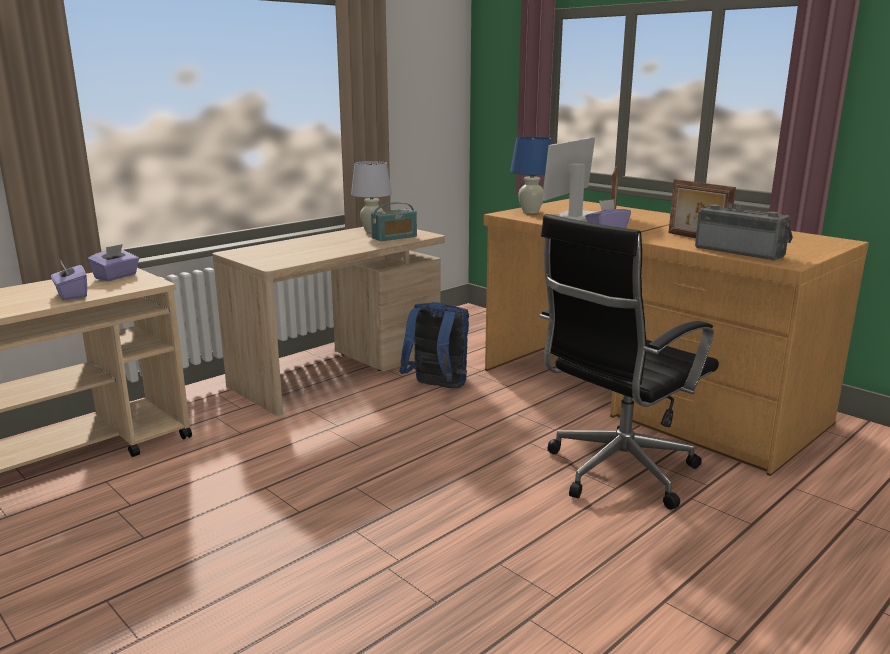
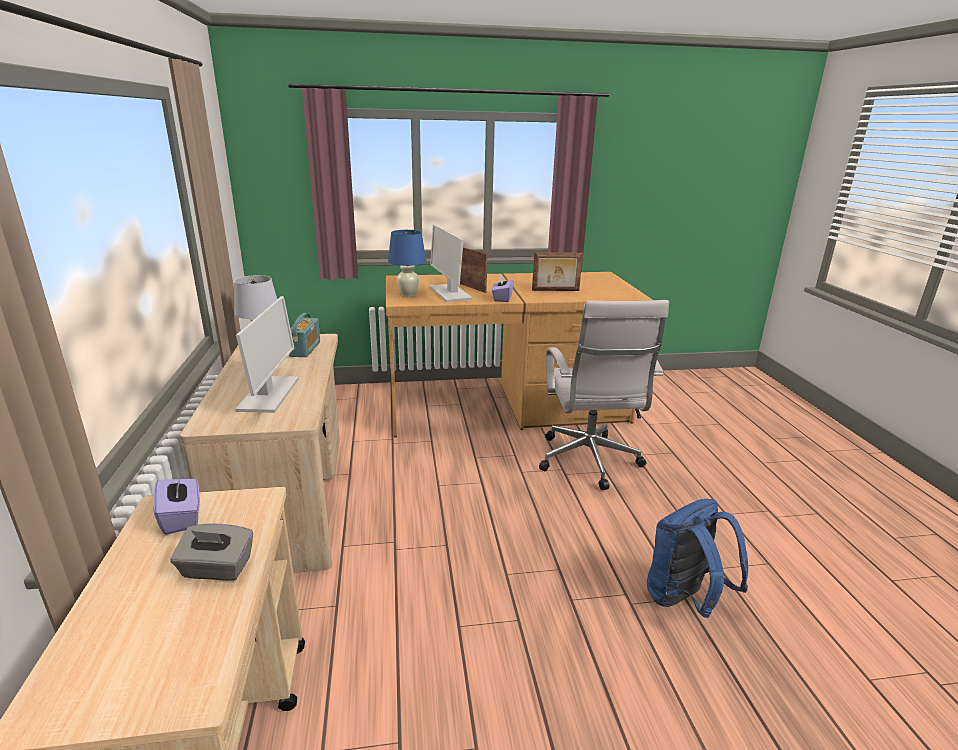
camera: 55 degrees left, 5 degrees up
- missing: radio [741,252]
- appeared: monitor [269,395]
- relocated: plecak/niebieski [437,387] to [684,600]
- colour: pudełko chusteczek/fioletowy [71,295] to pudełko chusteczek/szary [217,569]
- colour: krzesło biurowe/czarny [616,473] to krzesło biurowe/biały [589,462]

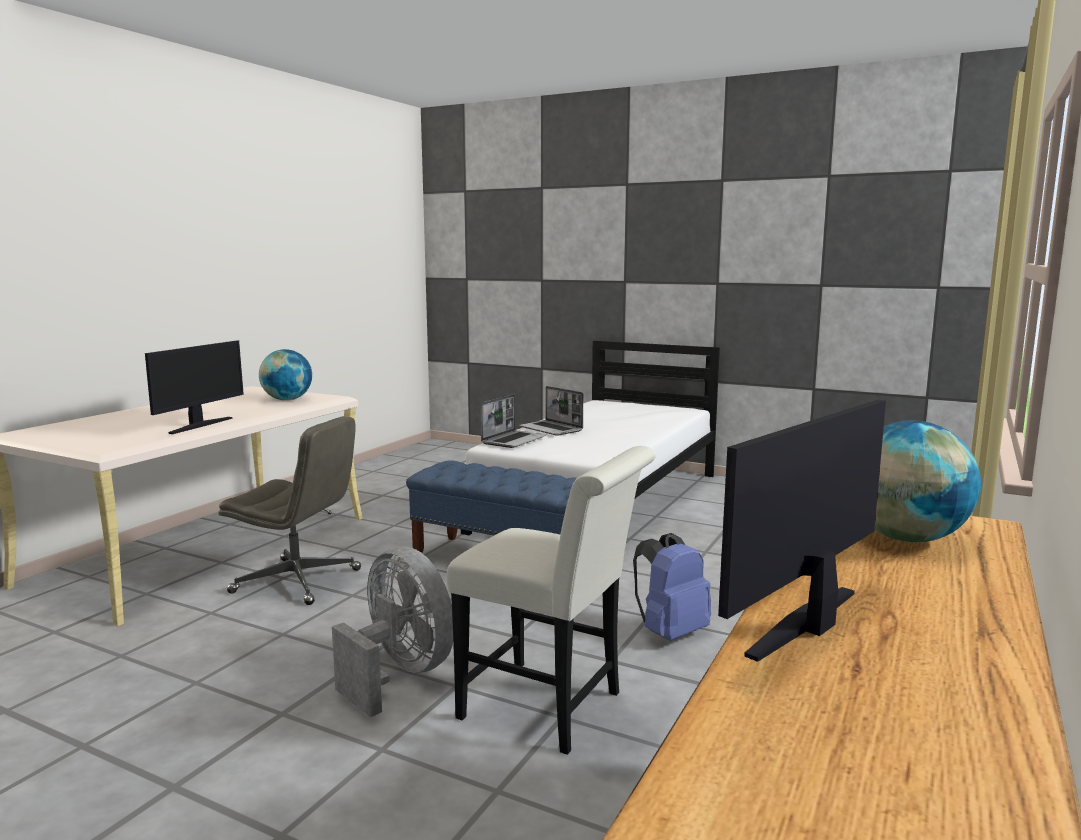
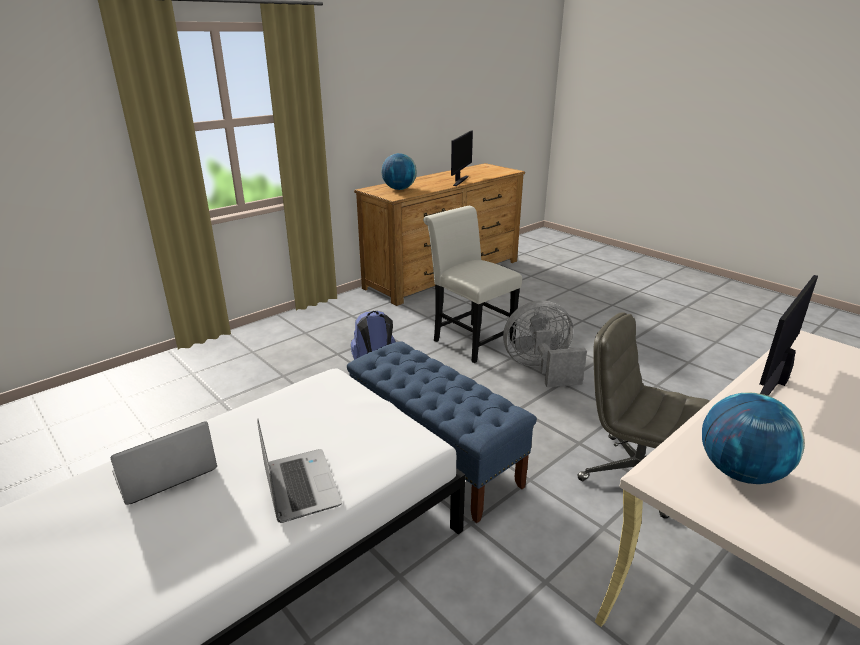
camera: 160 degrees left, 15 degrees up
- relocated: laptop [513,440] to [165,473]
- spun: wentylator/szary [399,674] = [540,369] 105 degrees clockwise
- spun: monitor [810,624] = [459,181] 45 degrees counterclockwise

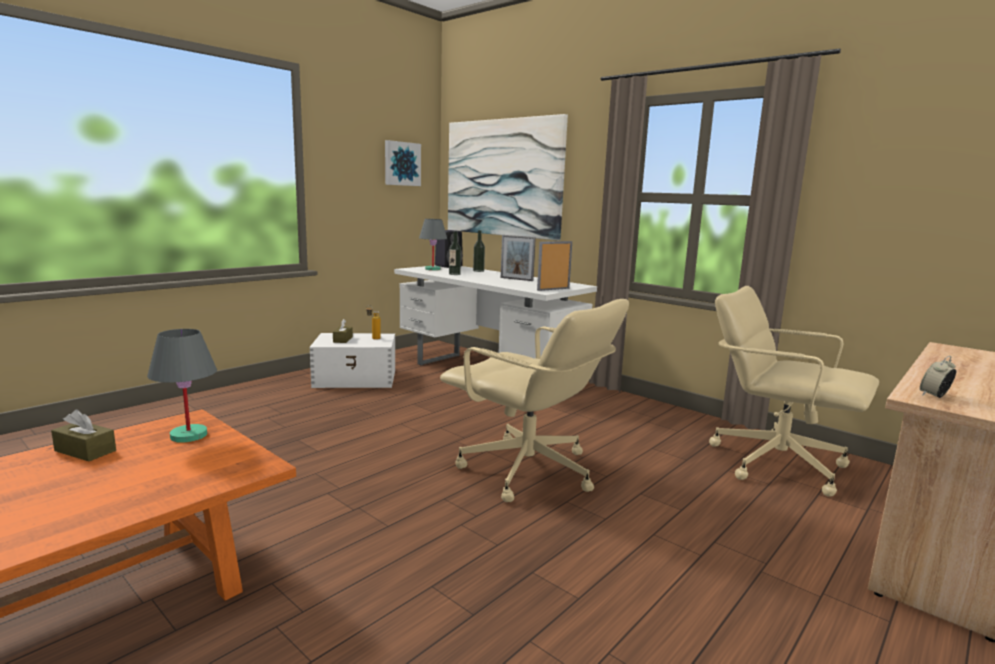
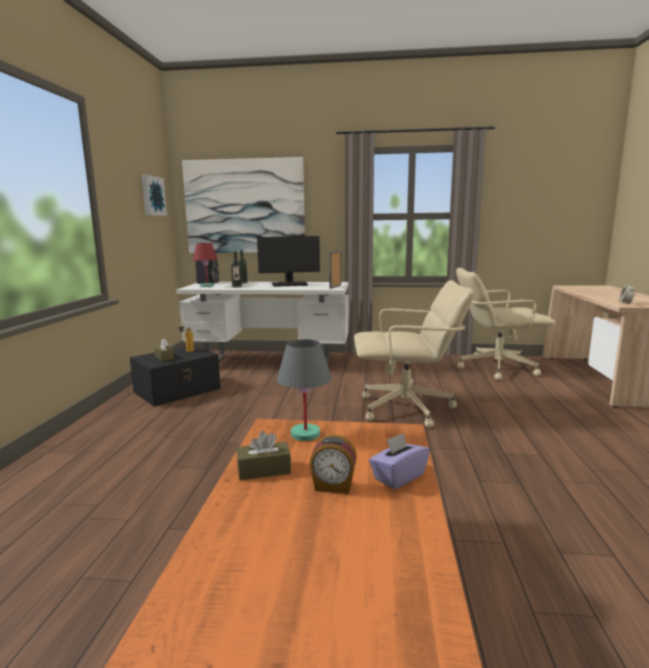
camera: 35 degrees left, 0 degrees up
- appeared: budzik [333,487]
- appeared: pudełko chusteczek/fioletowy [398,477]
- exchanged: ramka na zdjęcie [516,279] to monitor [289,284]
- colour: pojemnik do przechowywania/biały [356,378] to pojemnik do przechowywania/czarny [178,390]
- colour: lampa stołowa/szary [432,269] to lampa stołowa/czerwony [206,286]

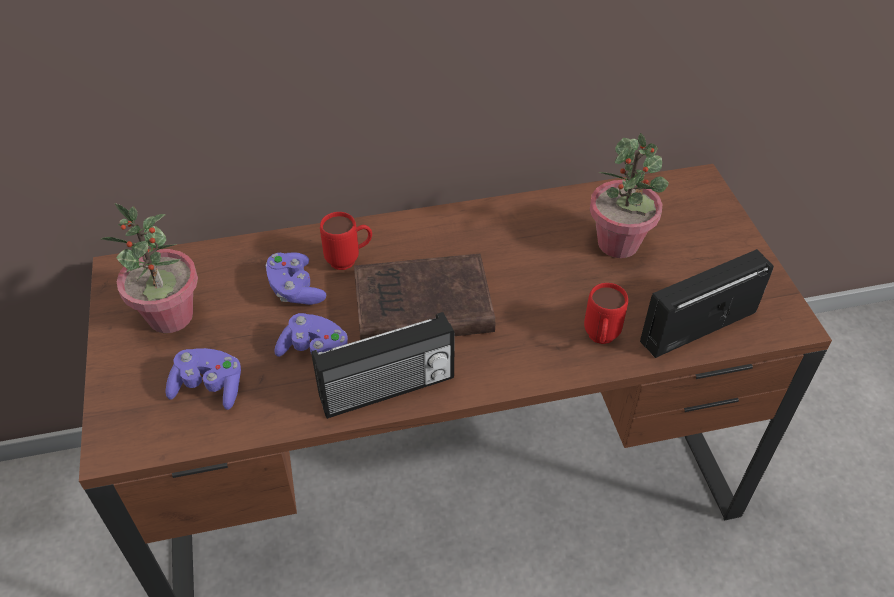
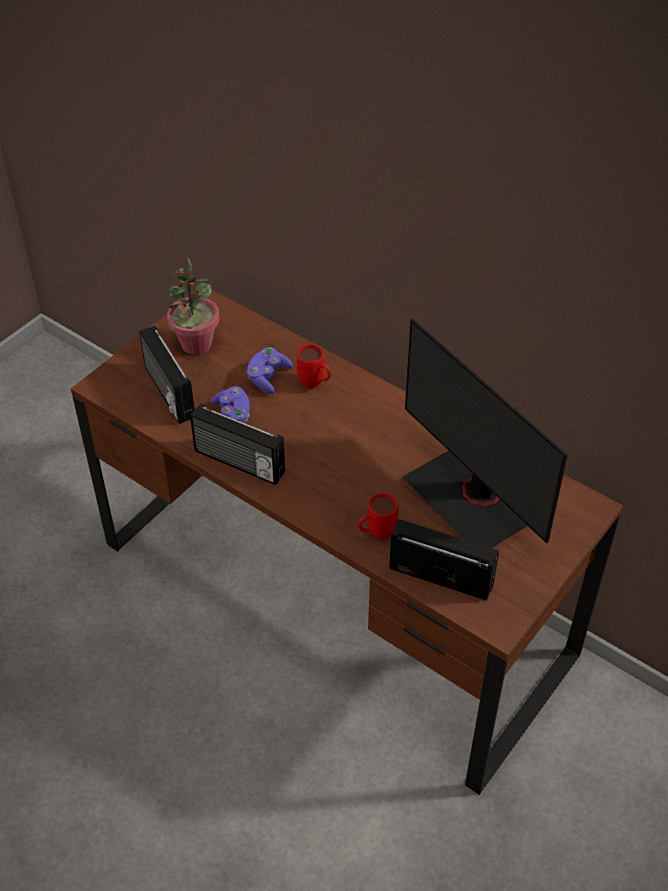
camera: 50 degrees right, 0 degrees up
- missing: książka/brązowy [418,307]
- exchanged: pad do gier/fioletowy [209,387] to radio [167,392]
- exchanged: roślina doniczkowa [618,243] to monitor [474,498]

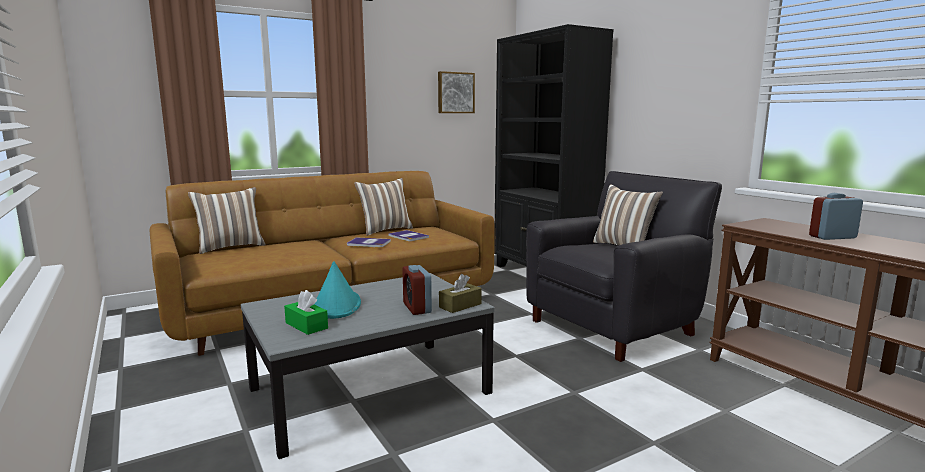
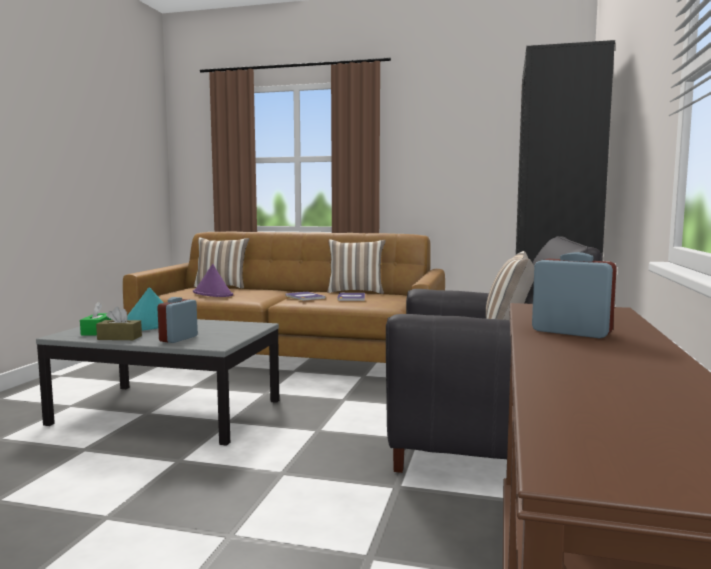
camera: 45 degrees right, 5 degrees down
- missing: obraz [455,93]
- appeared: kapelusz/fioletowy [213,294]
- relocated: pudełko chusteczek/brązowy [460,305] to [119,338]

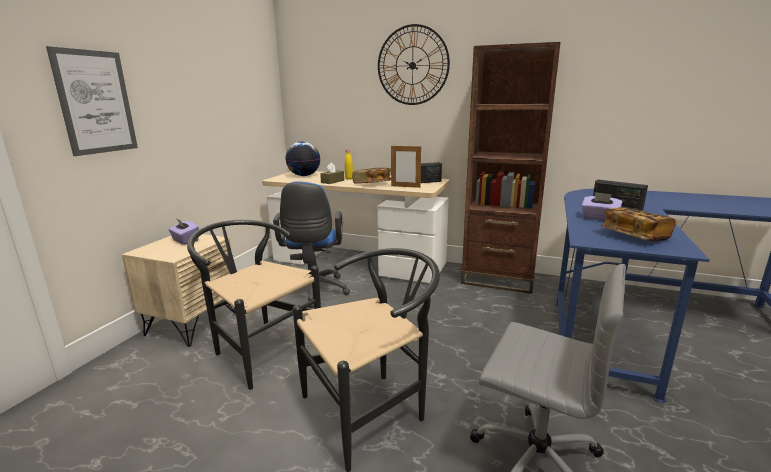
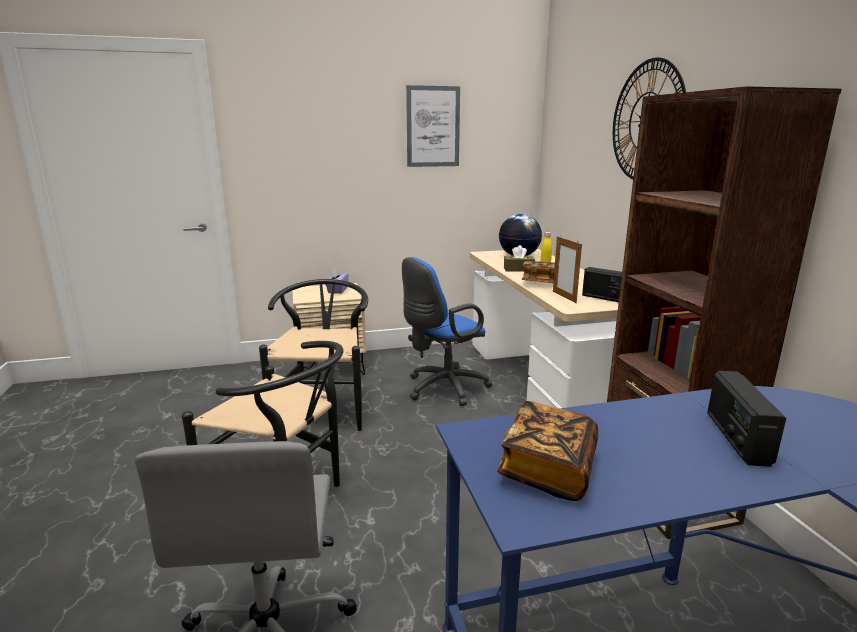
camera: 55 degrees right, 0 degrees up
- missing: pudełko chusteczek/fioletowy [599,218]
- relocated: obraz [96,102] to [433,127]

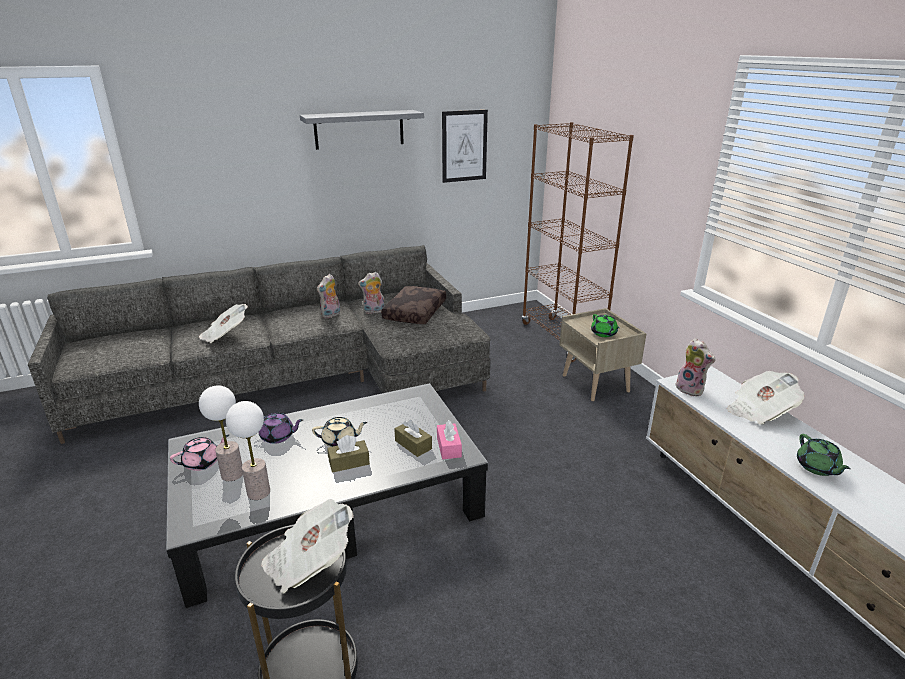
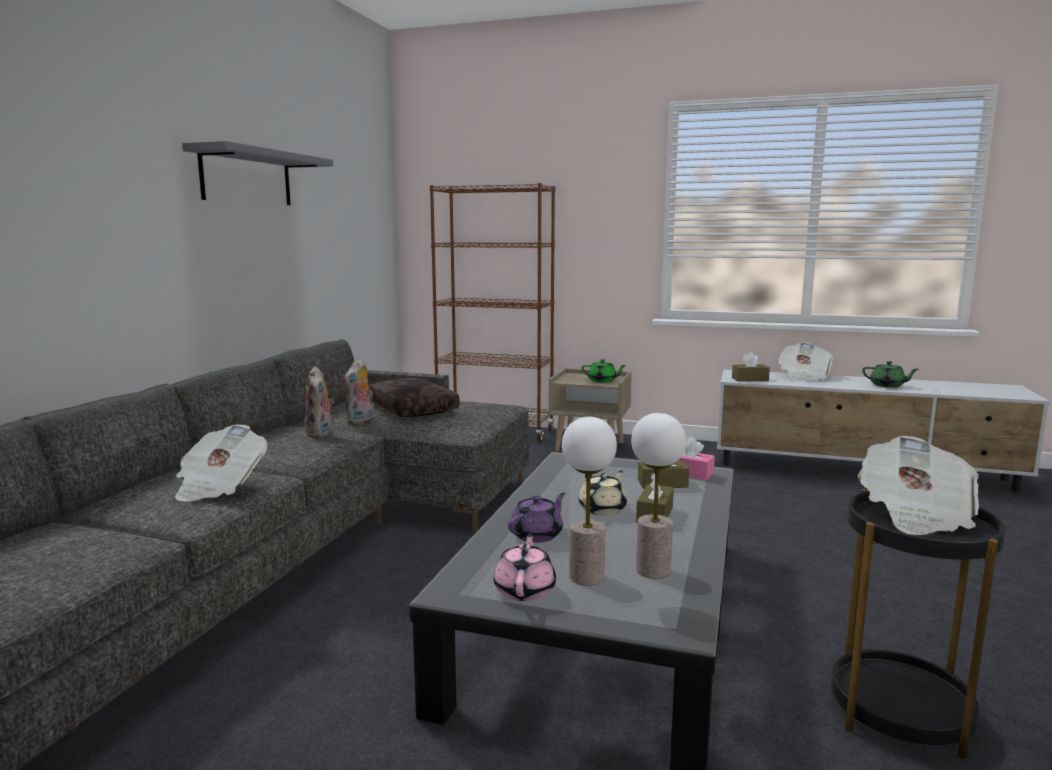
camera: 50 degrees left, 15 degrees down
- missing: obraz [464,146]
- exchanged: pluszak [691,389] to pudełko chusteczek/brązowy [750,379]

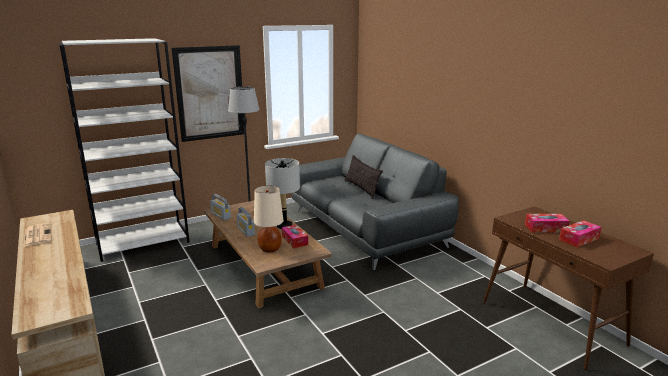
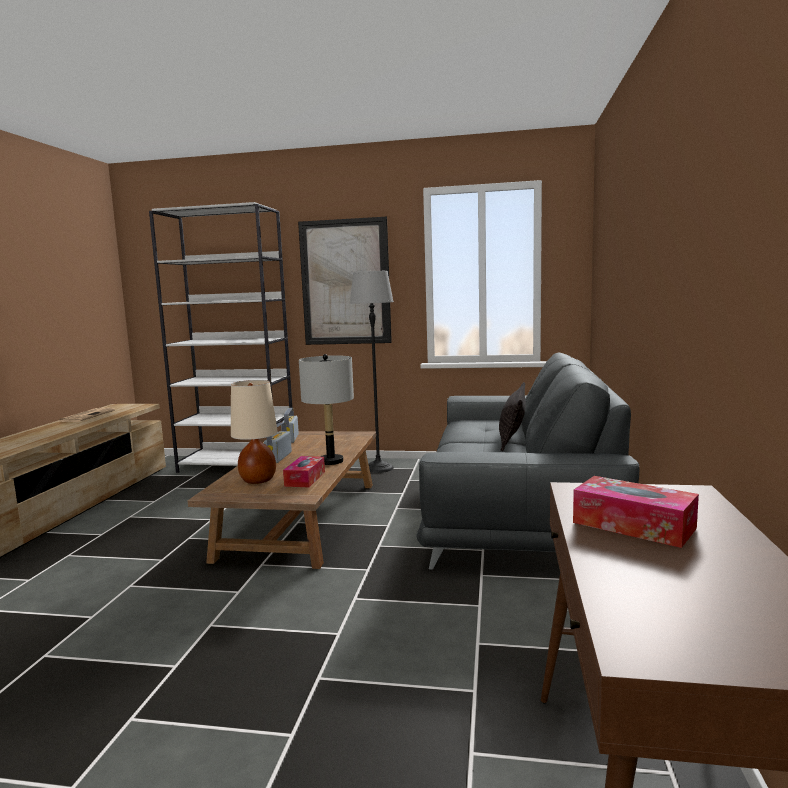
camera: 40 degrees right, 10 degrees down
- missing: pudełko chusteczek [579,239]

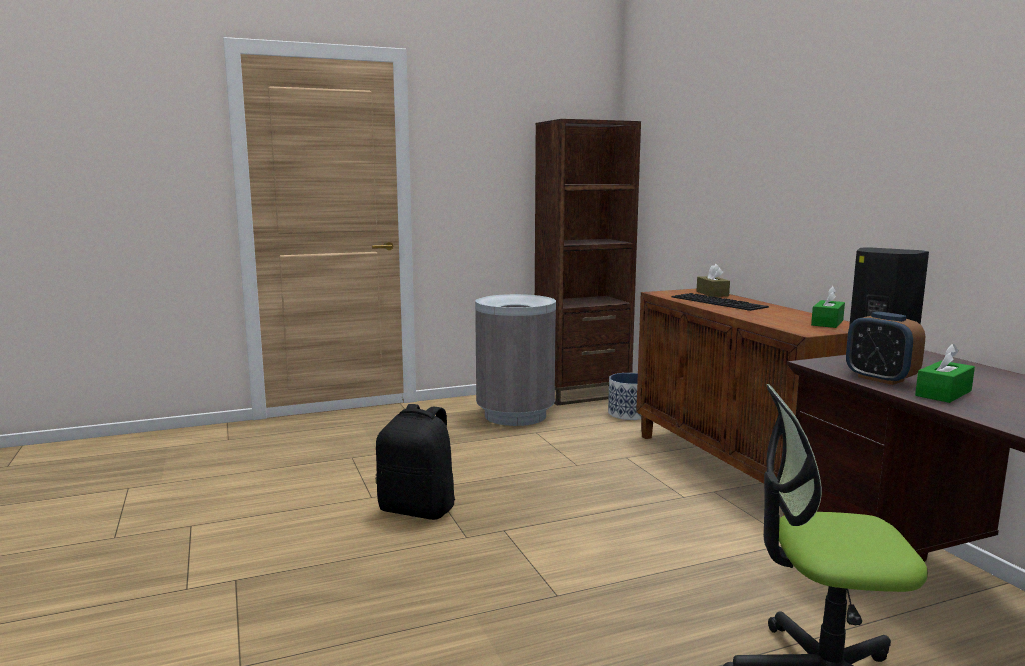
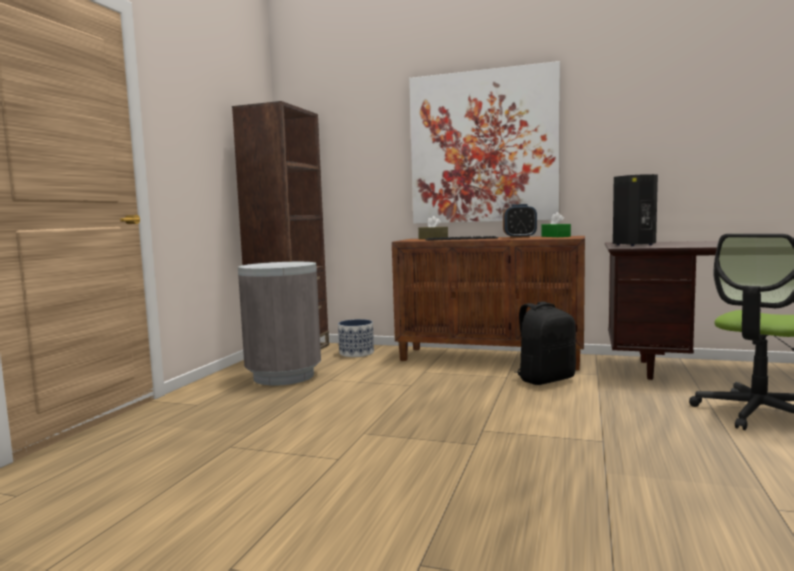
camera: 50 degrees left, 5 degrees down
- missing: pudełko chusteczek/zielony [943,393]
- appeared: obraz [483,147]
- relocated: plecak/czarny [418,509] to [545,379]
- relocated: budzik [880,379] to [519,237]

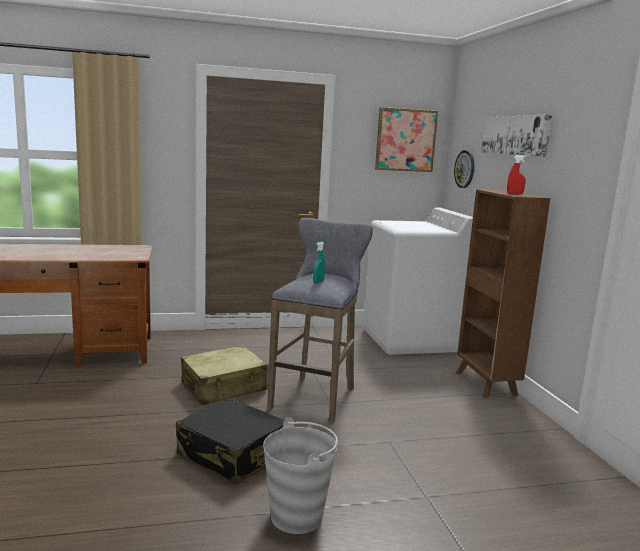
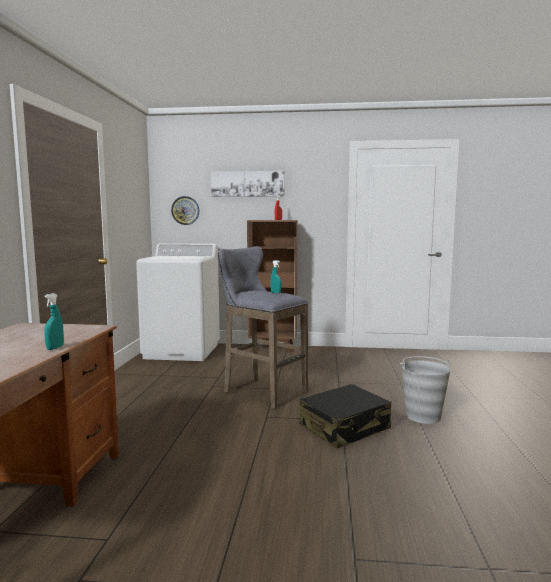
camera: 70 degrees left, 5 degrees down
- missing: walizka/beżowy [224,387]
- missing: obraz [405,140]
- appeared: spryskiwacz/turkusowy [55,348]

